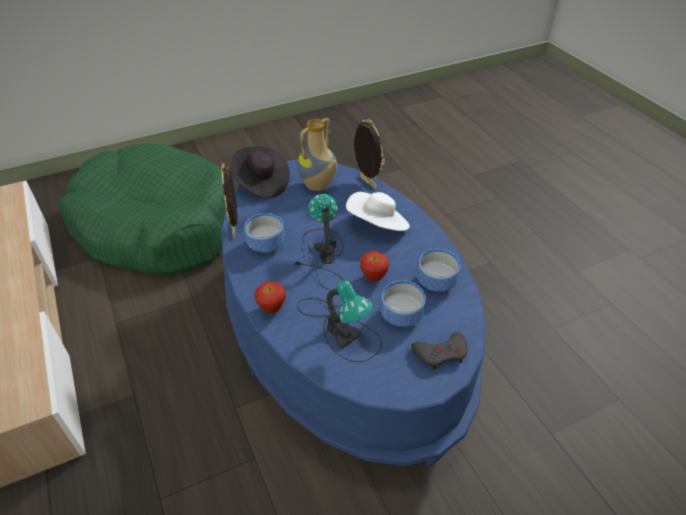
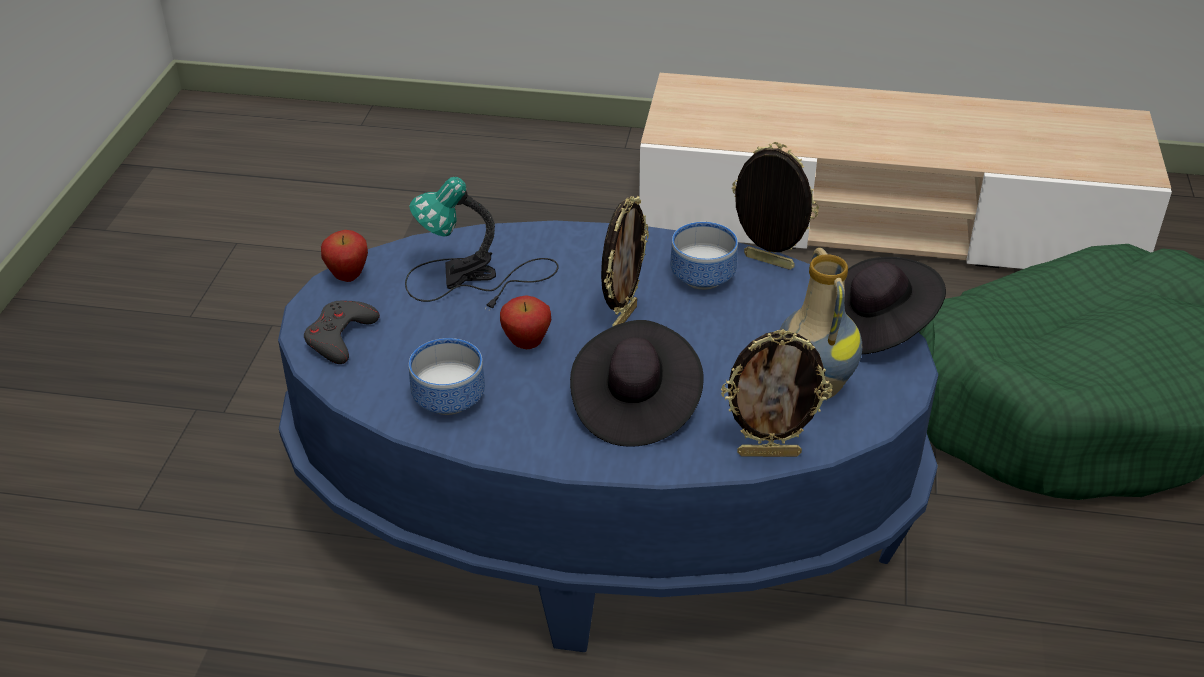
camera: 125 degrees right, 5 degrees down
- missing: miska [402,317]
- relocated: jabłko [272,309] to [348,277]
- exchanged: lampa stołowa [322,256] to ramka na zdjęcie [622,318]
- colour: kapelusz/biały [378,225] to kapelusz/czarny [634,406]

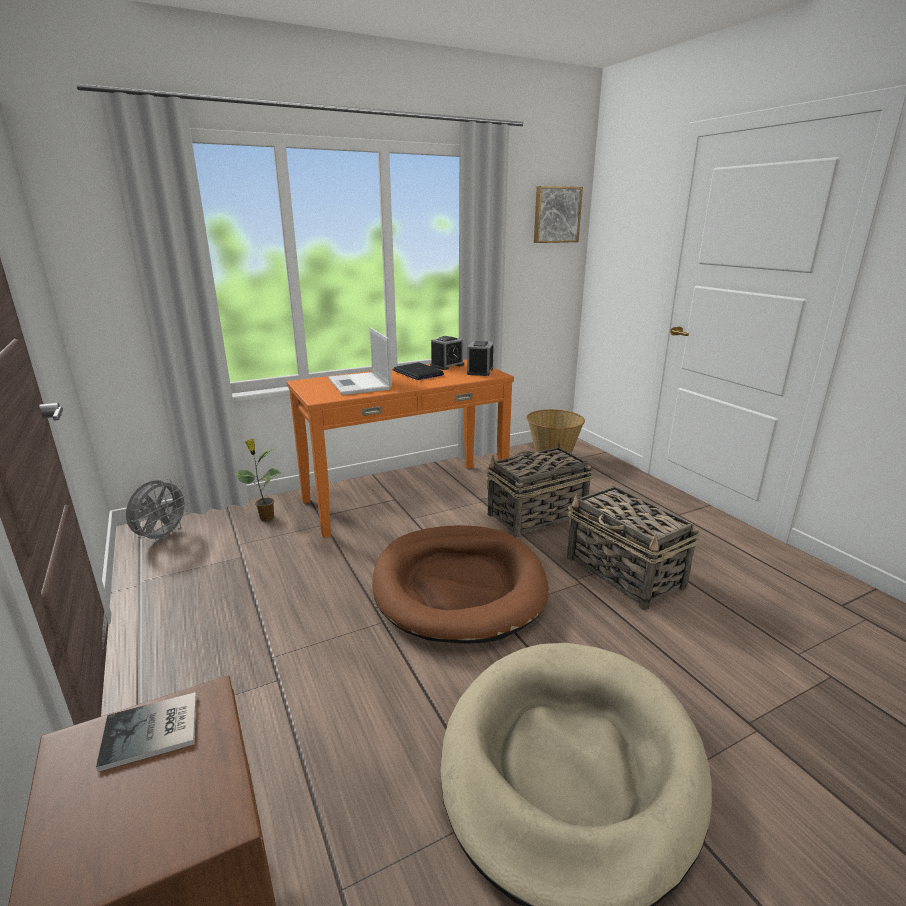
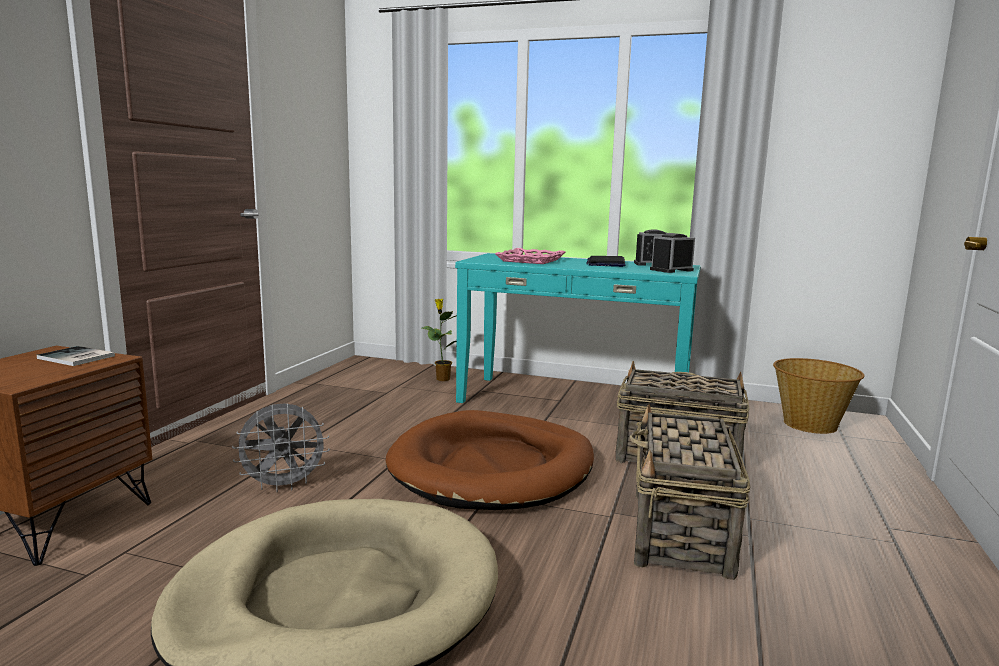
camera: 45 degrees right, 10 degrees down
- missing: obraz [556,215]
- relocated: wentylator/szary [162,537] to [284,486]
- exchanged: laptop [360,384] to taca/różowy [531,260]
- colour: stolik konsolowy/pomarańczowy [406,496] to stolik konsolowy/turkusowy [573,402]

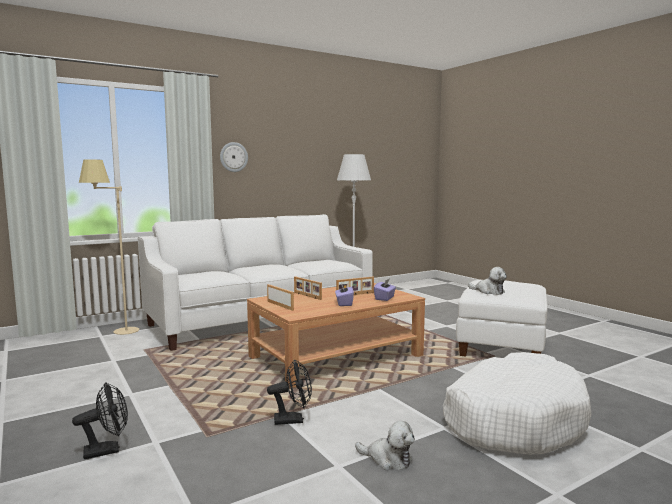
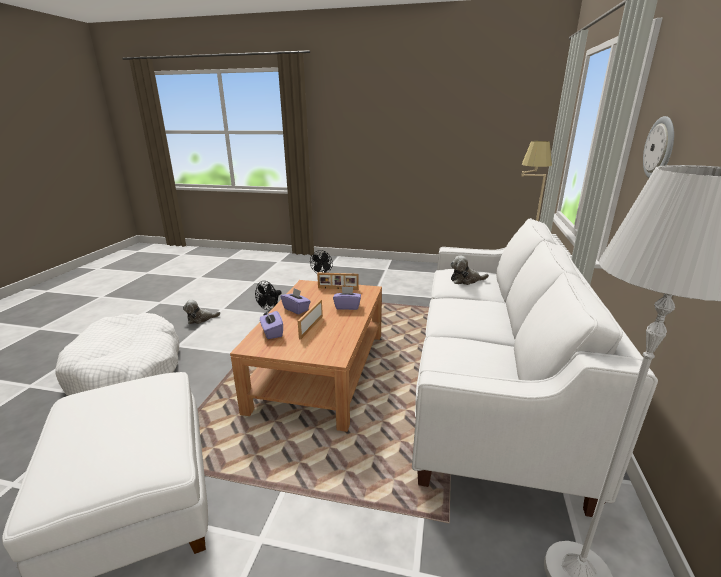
camera: 135 degrees right, 15 degrees up
- relocated: pluszak [489,291] to [466,280]
- exchanged: ramka na zdjęcie [307,296] to pudełko chusteczek/fioletowy [347,306]

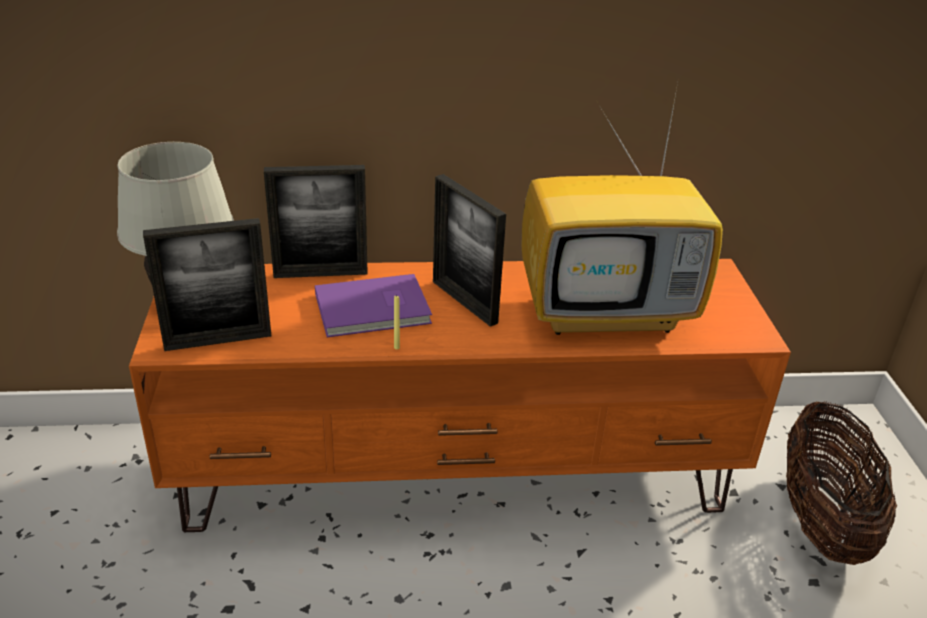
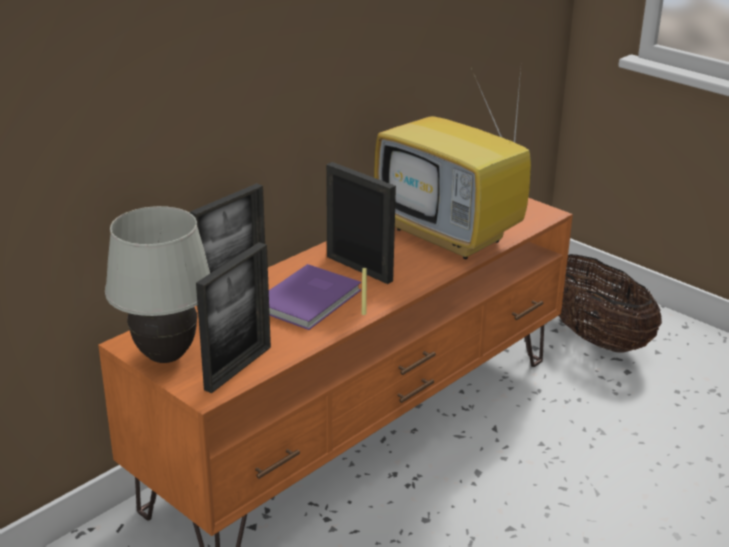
camera: 40 degrees left, 5 degrees down
- spun: ramka na zdjęcie [464,302] = [359,268] 150 degrees counterclockwise
- spun: telewizor [608,312] = [451,235] 90 degrees clockwise

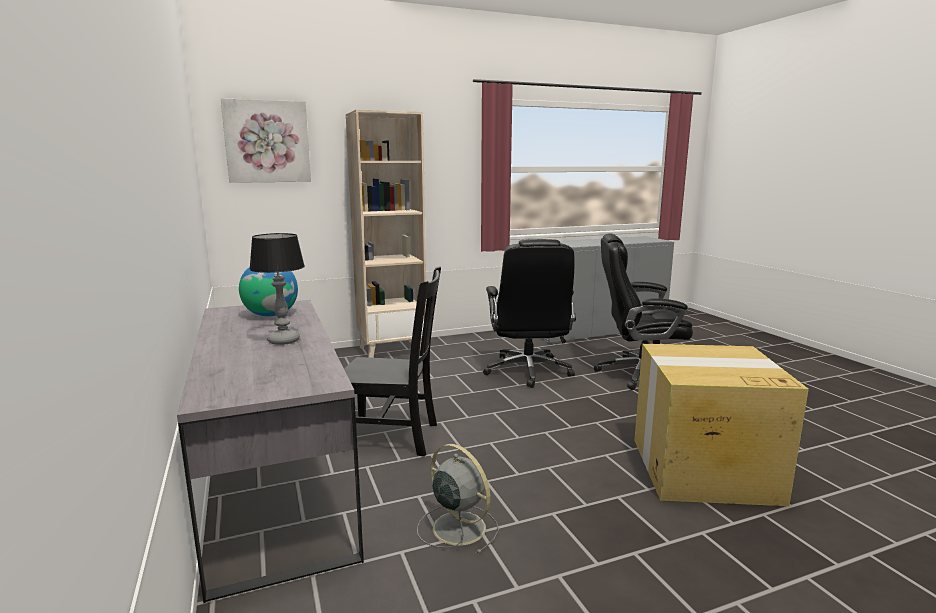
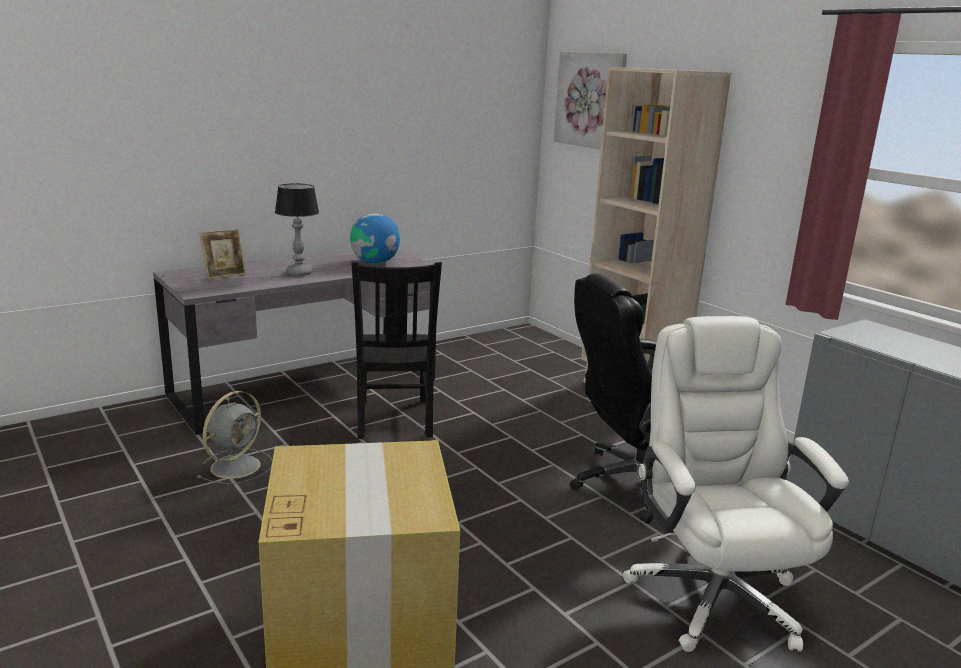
camera: 75 degrees right, 5 degrees up
- appeared: ramka na zdjęcie [224,275]
- colour: krzesło biurowe/czarny [638,374] to krzesło biurowe/biały [713,594]

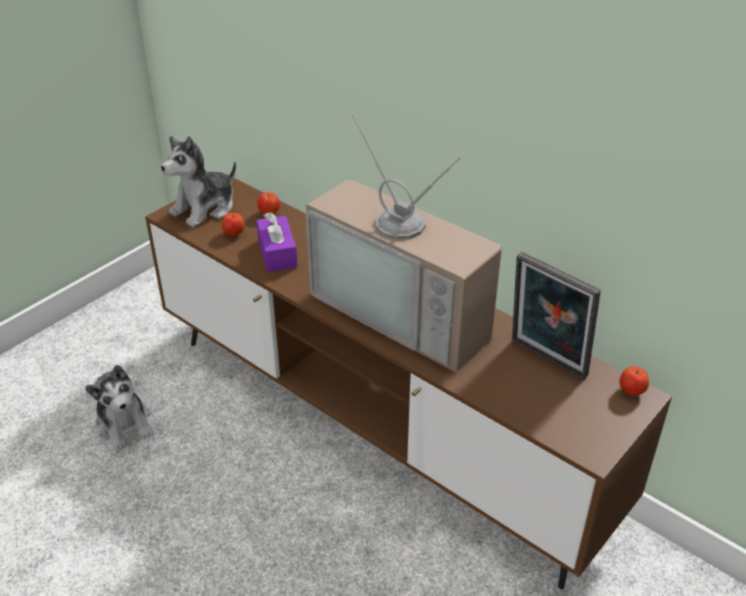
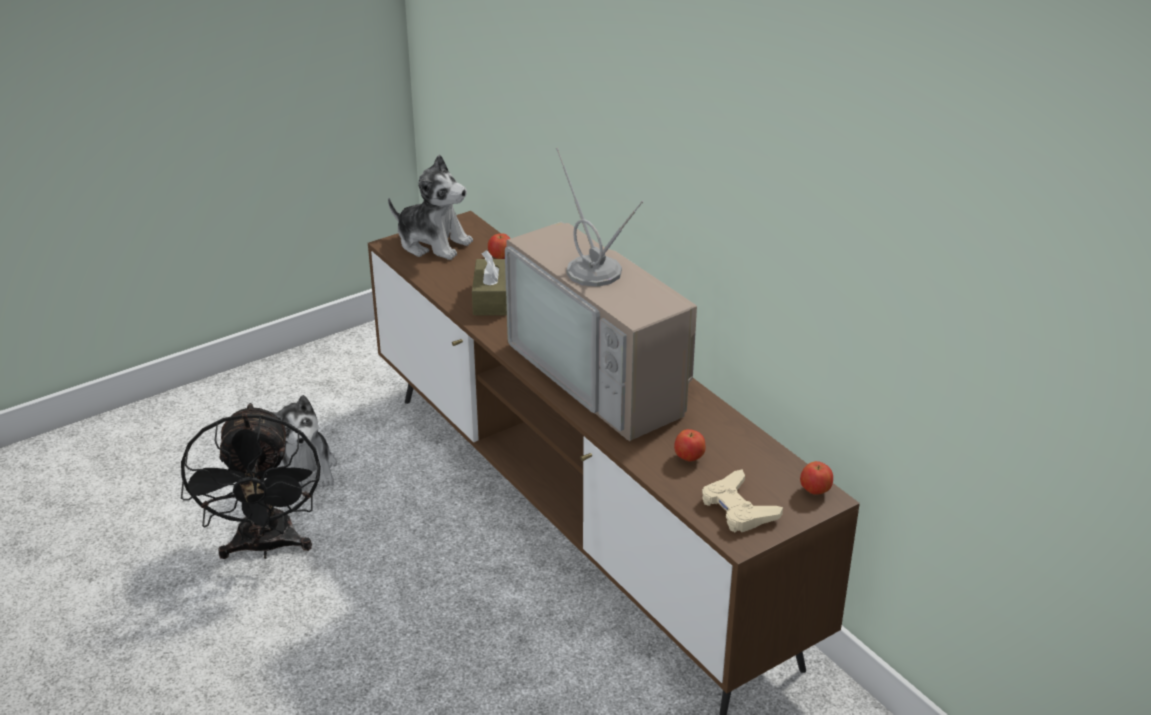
camera: 15 degrees right, 5 degrees down
- missing: ramka na zdjęcie [545,360]
- appeared: wentylator/czarny [265,547]
- appeared: pad do gier/beżowy [738,508]
- relocated: jabłko [234,233] to [689,458]
- colour: pudełko chusteczek/fioletowy [277,253] to pudełko chusteczek/brązowy [492,298]
- spun: pluszak [204,208] = [433,243] 120 degrees counterclockwise

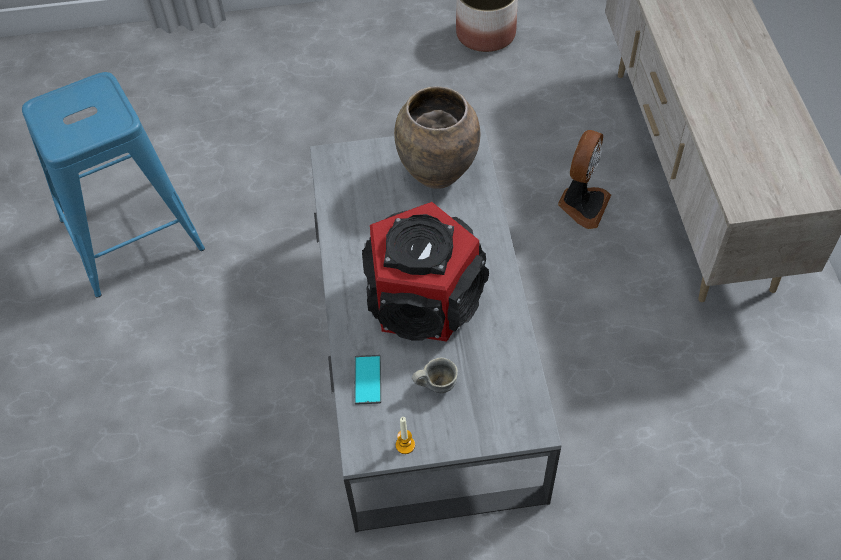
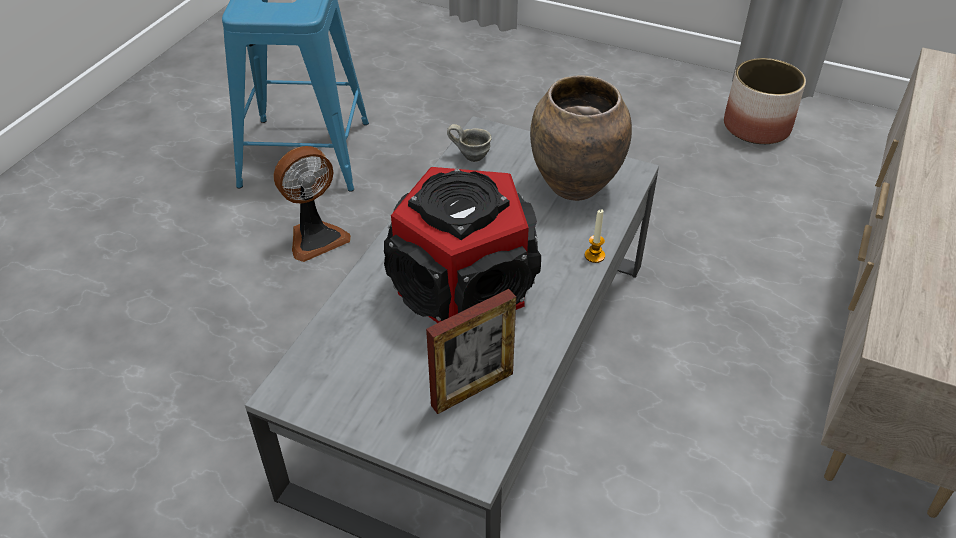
camera: 30 degrees right, 10 degrees down
- missing: telefon [367,380]
- appeared: ramka na zdjęcie [472,389]
- relocated: świeca [405,445] to [594,255]
- relocated: kubek/szary [436,384] to [471,155]
- relocated: wentylator [582,204] to [315,237]

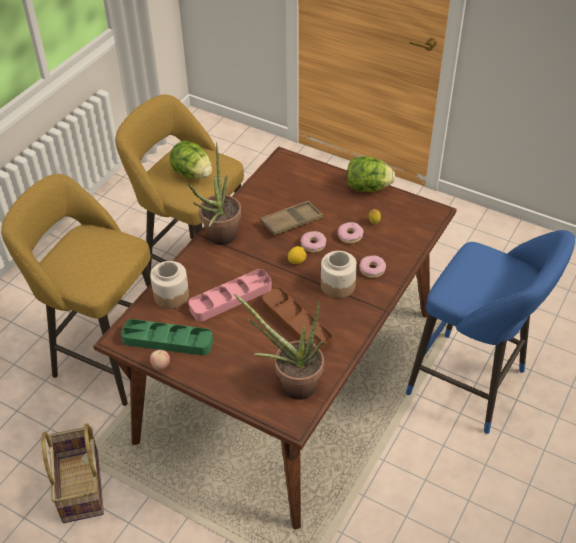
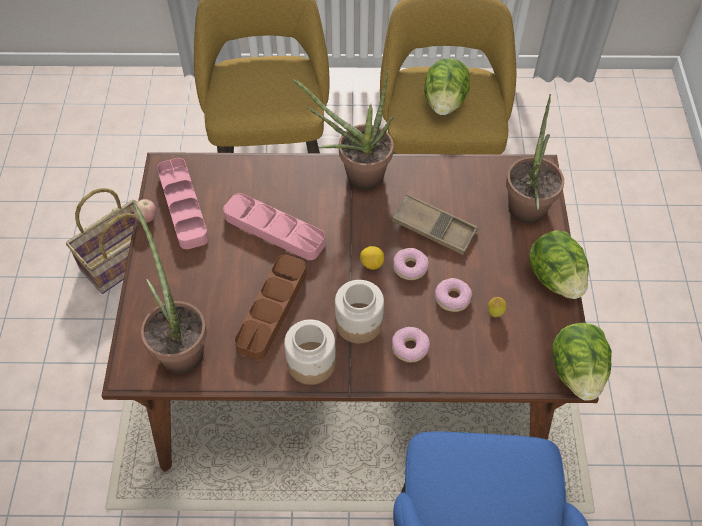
camera: 60 degrees right, 10 degrees up
- appeared: roślina doniczkowa [524,215]
- appeared: sałata [576,372]
- relocated: słoik [171,295] to [311,362]
- colour: taca/zielony [167,340] to taca/różowy [183,206]

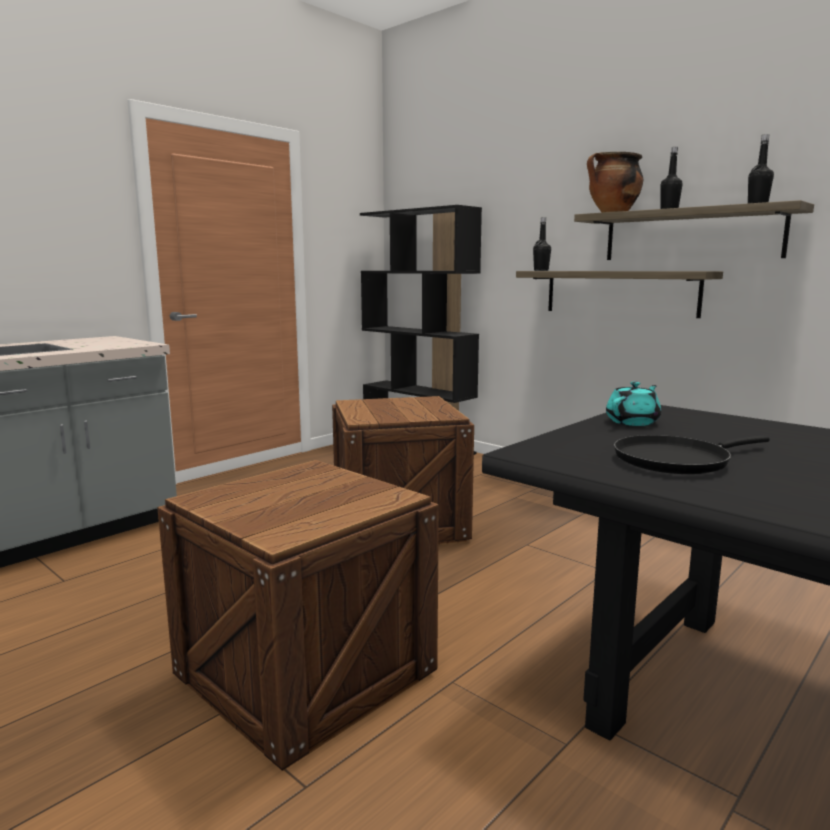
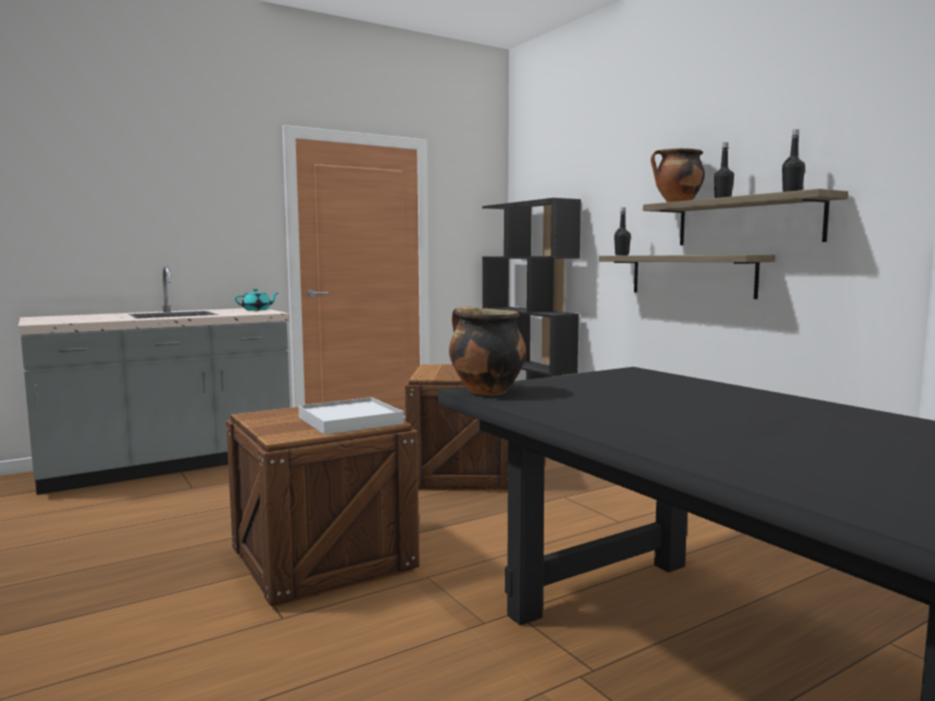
camera: 15 degrees right, 5 degrees down
- missing: patelnia/czarny [676,460]
- appeared: taca/biały [350,420]
- appeared: garnek [485,391]
- relocated: imbryk/turkusowy [633,422] to [257,310]

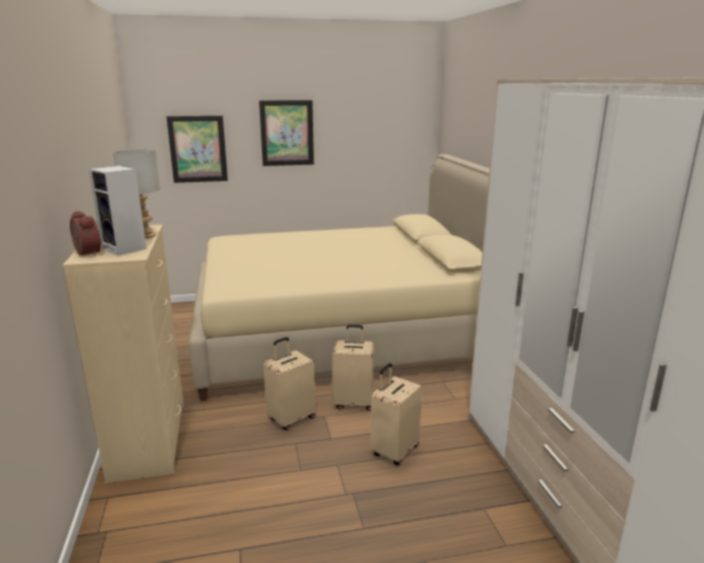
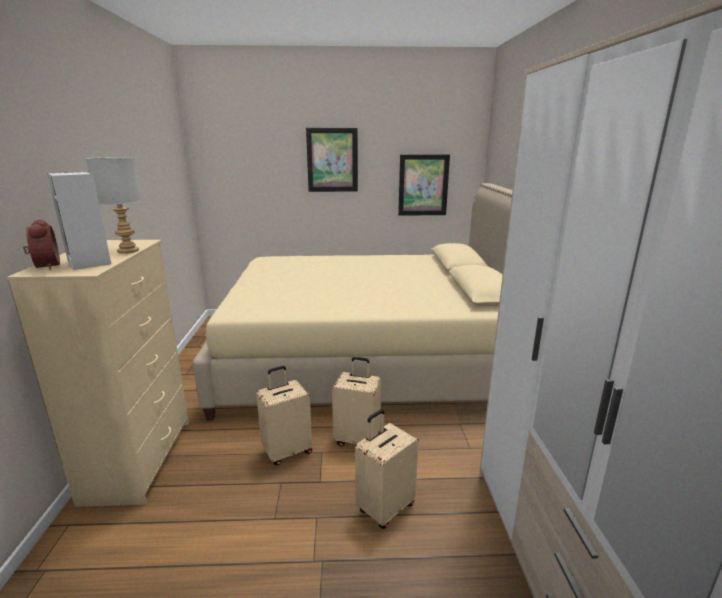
camera: 10 degrees right, 0 degrees up
- relocated: obraz [198,149] to [423,185]

